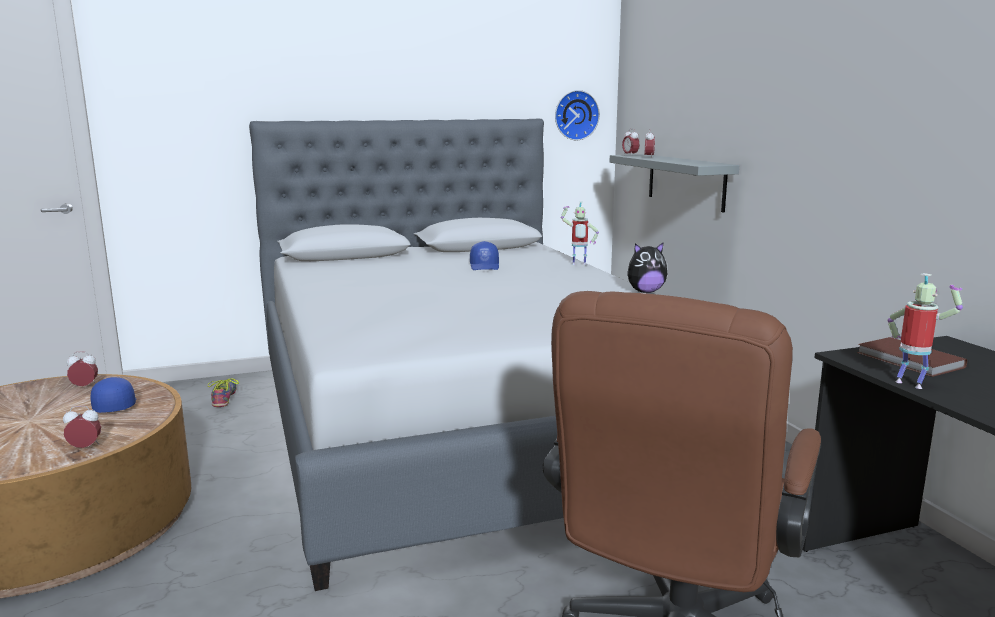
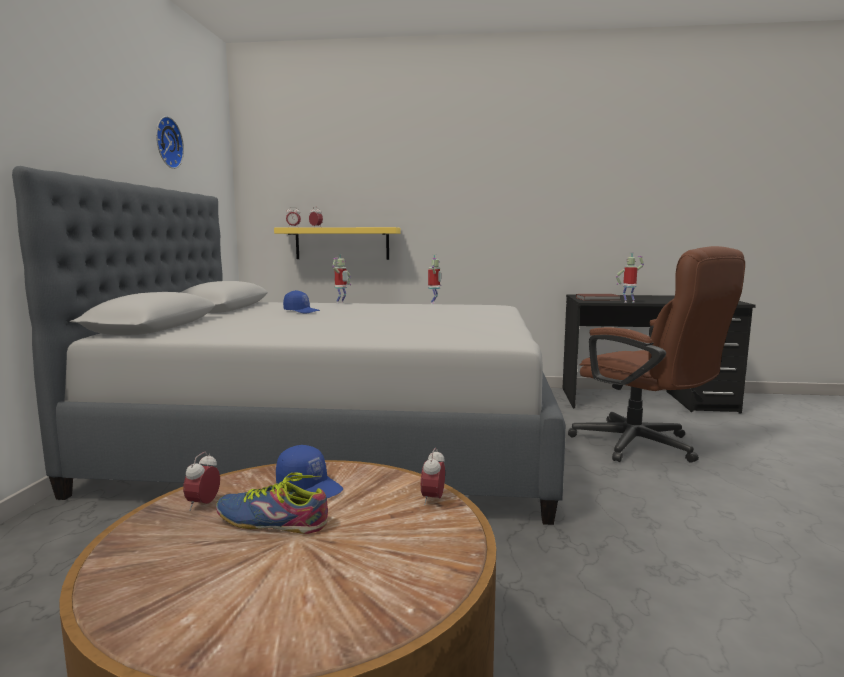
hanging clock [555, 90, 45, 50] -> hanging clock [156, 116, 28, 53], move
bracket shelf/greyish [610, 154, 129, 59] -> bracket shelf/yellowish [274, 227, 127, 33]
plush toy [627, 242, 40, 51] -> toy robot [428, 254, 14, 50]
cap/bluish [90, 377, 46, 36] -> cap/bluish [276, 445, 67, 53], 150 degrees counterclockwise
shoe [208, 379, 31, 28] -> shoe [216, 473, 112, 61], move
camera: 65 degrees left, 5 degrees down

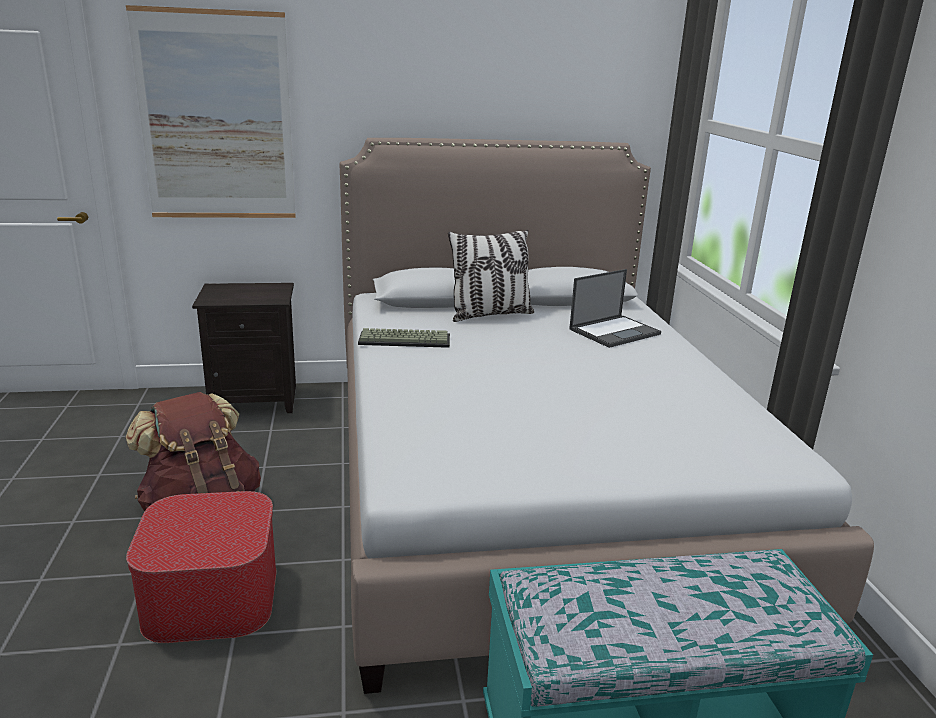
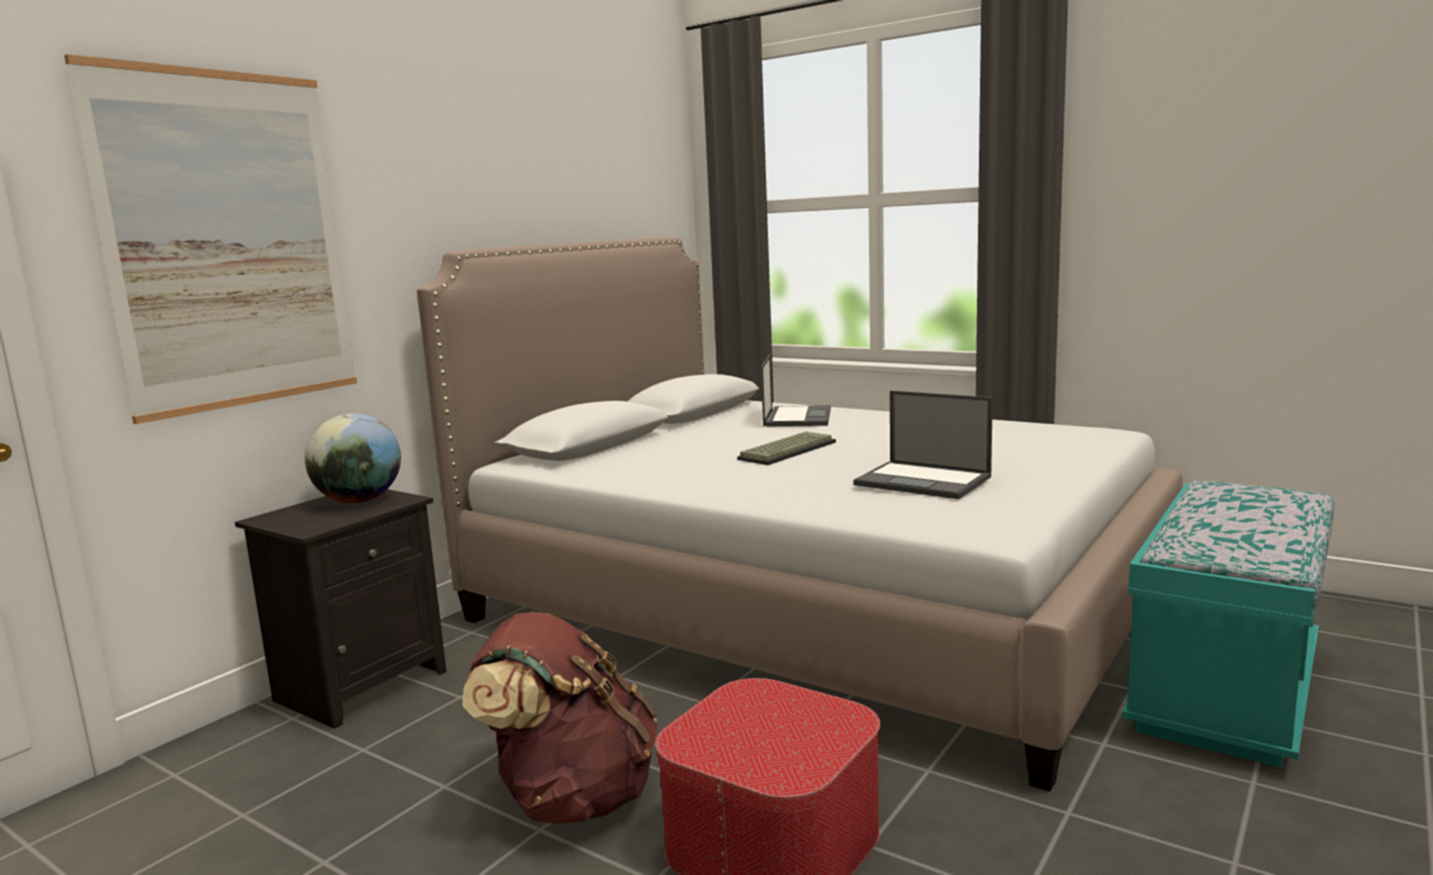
throw pillow [448, 229, 86, 93] -> none
computer keyboard [358, 328, 92, 20] -> computer keyboard [737, 432, 99, 33], move
none -> portable computer [853, 390, 140, 109]
none -> desk globe [305, 413, 96, 90]
camera: 45 degrees left, 10 degrees down

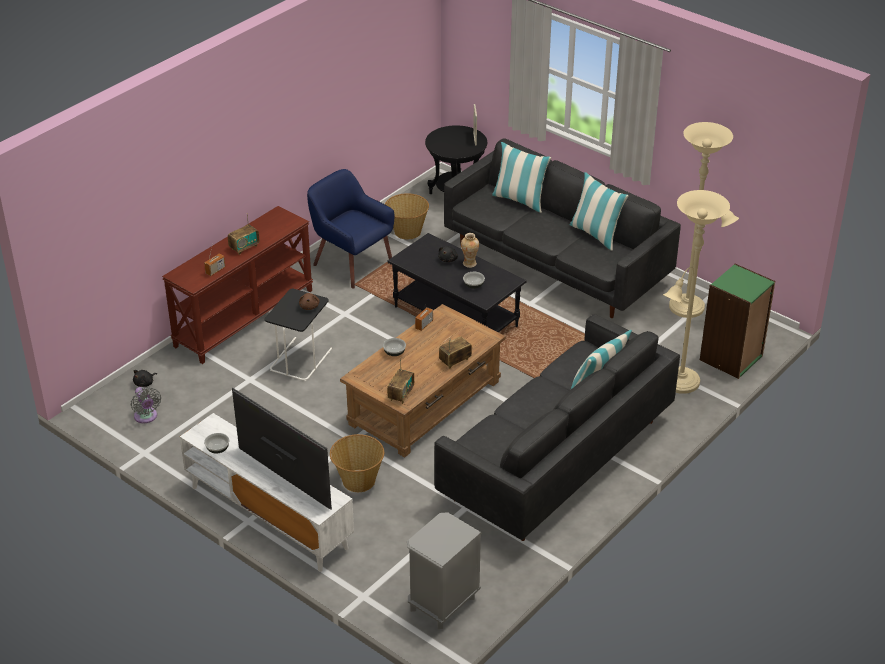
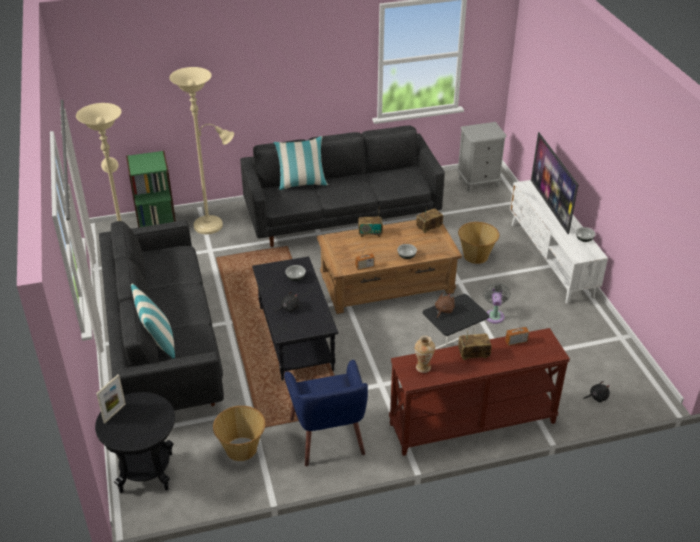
throw pillow [570, 172, 58, 79] -> none
decorative vase [461, 233, 18, 35] -> decorative vase [415, 336, 20, 37], move
electric fan/greyish [131, 387, 30, 36] -> electric fan/greyish [483, 283, 27, 41], move
camera: 145 degrees left, 0 degrees up

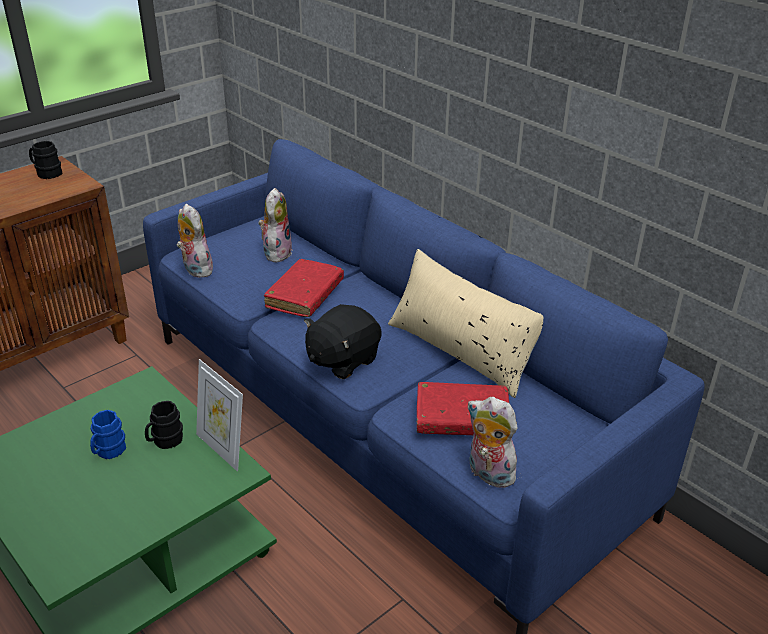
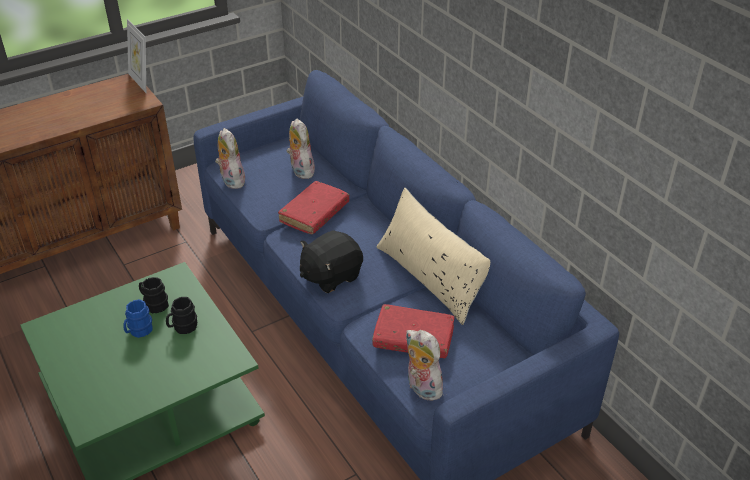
coffee mug/black-coloured [29, 141, 33, 38] -> coffee mug/black-coloured [139, 277, 30, 36], move
plush toy [259, 188, 34, 74] -> plush toy [286, 118, 29, 61], 45 degrees counterclockwise
picture frame [196, 359, 47, 112] -> picture frame [127, 19, 19, 74], move
camera: 10 degrees right, 5 degrees up

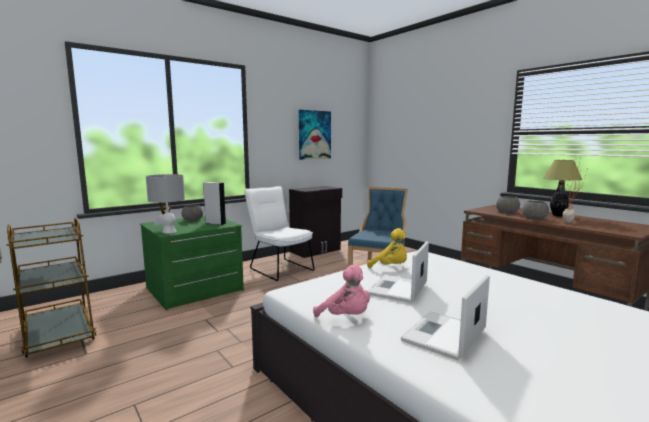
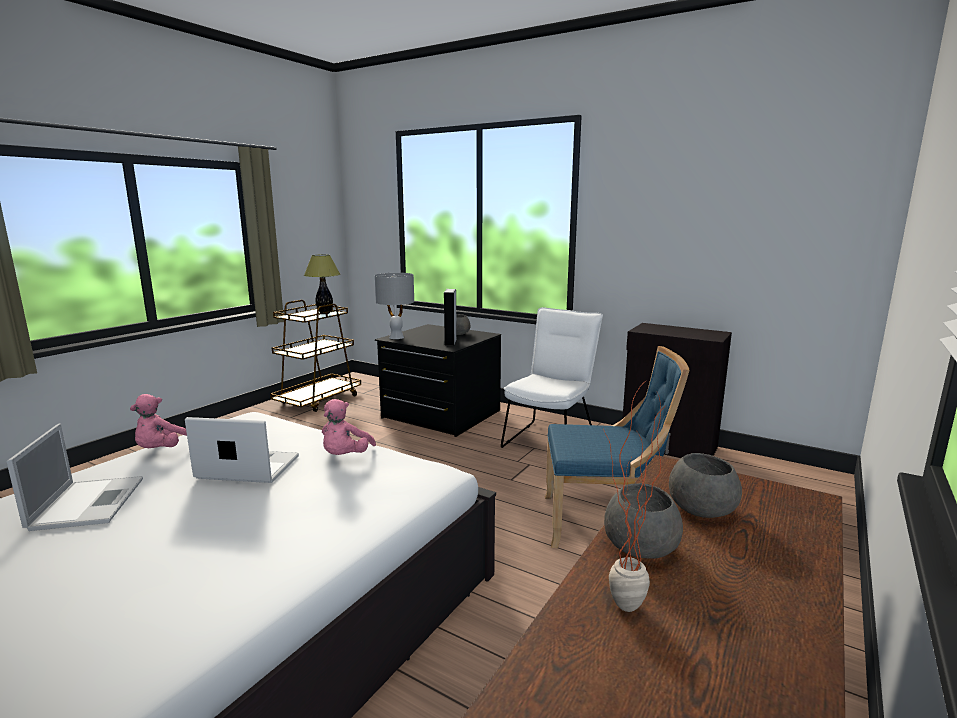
wall art [299, 110, 32, 50] -> none
table lamp [543, 160, 39, 56] -> table lamp [304, 254, 36, 60], move
chest of drawers/green-coloured [140, 216, 104, 94] -> chest of drawers/black-coloured [375, 324, 126, 113]
plush toy/yellowish [367, 228, 40, 40] -> plush toy/pinkish [322, 399, 54, 56]
portable computer [401, 275, 89, 85] -> portable computer [6, 423, 137, 108], 60 degrees clockwise
camera: 70 degrees right, 5 degrees up

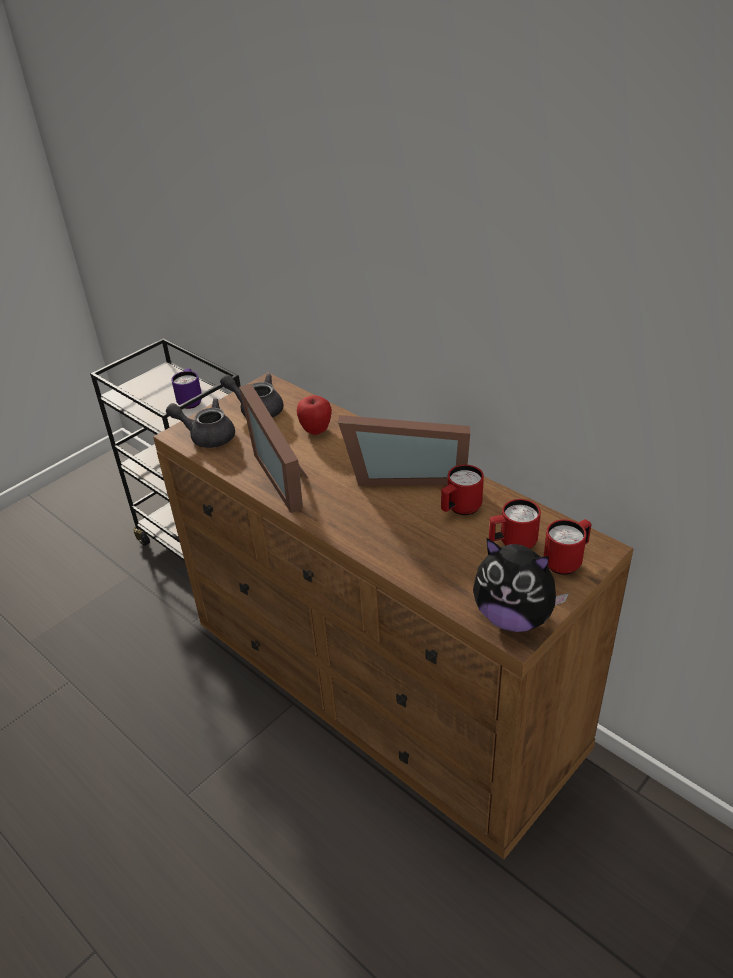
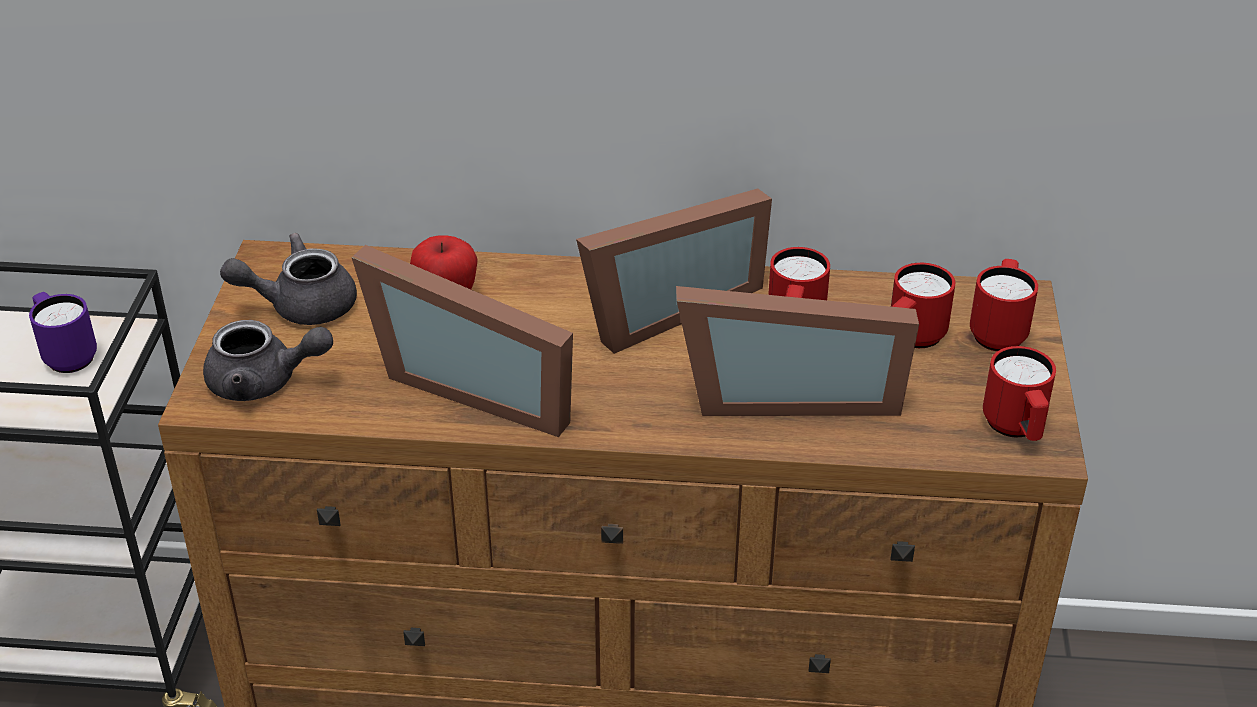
teapot/greyish [166, 398, 69, 50] -> teapot/greyish [203, 320, 130, 81], 150 degrees counterclockwise
plush toy [473, 538, 96, 94] -> coffee mug/red [983, 346, 73, 95]
none -> picture frame [676, 286, 243, 130]
camera: 40 degrees left, 0 degrees up

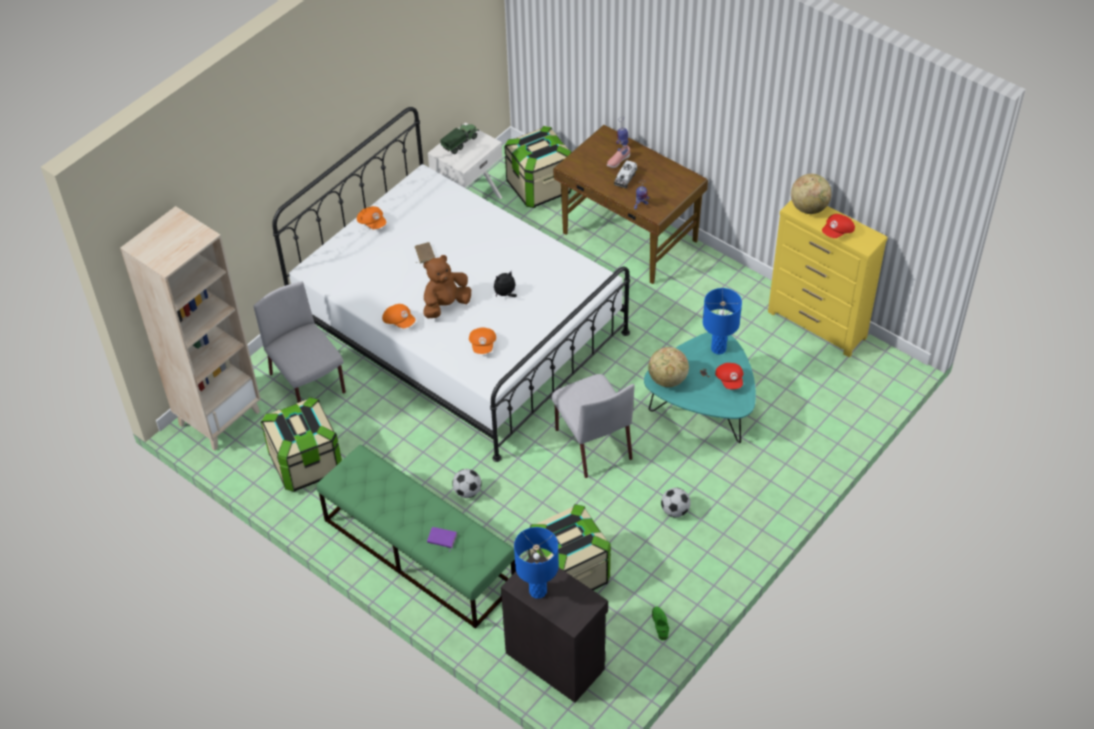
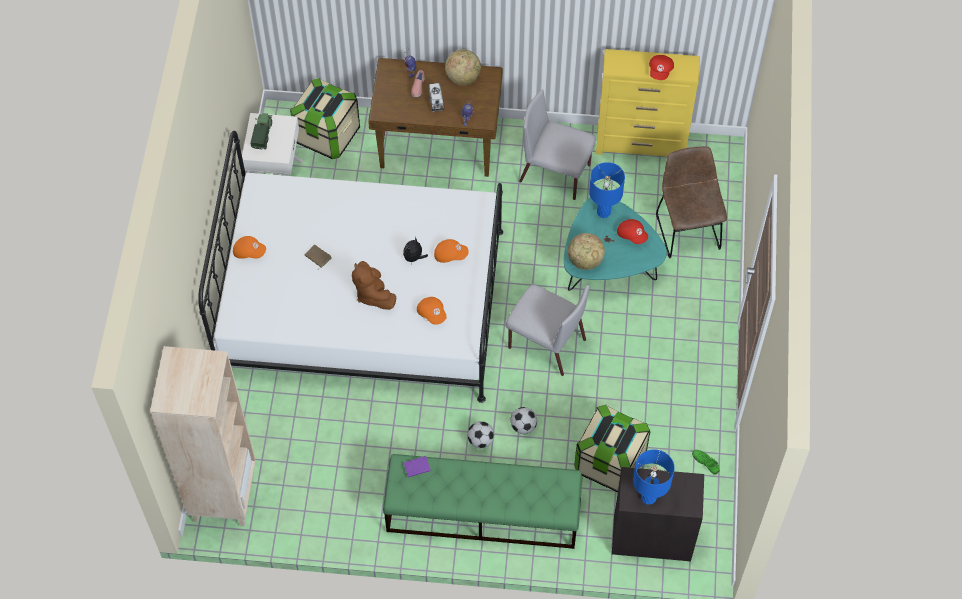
desk globe [791, 174, 40, 40] -> desk globe [445, 49, 36, 37], move
plush toy/brownish [423, 255, 48, 63] -> plush toy/brownish [352, 261, 44, 49], 45 degrees counterclockwise
chair/greyish [253, 281, 93, 122] -> chair/greyish [519, 89, 77, 111], move
cap/orange [382, 304, 34, 24] -> cap/orange [434, 239, 35, 24], move
storage box [261, 397, 81, 95] -> none
ball for football [661, 488, 30, 29] -> ball for football [510, 407, 27, 27], move
bound book/purplish [427, 527, 30, 25] -> bound book/purplish [404, 456, 28, 21], move
none -> chair/brownish [656, 146, 71, 112]
camera: 35 degrees left, 10 degrees up

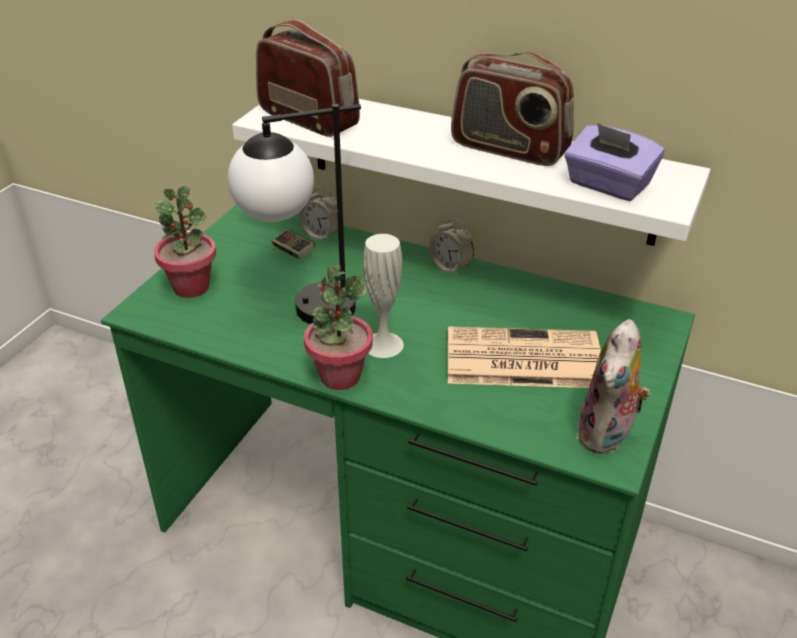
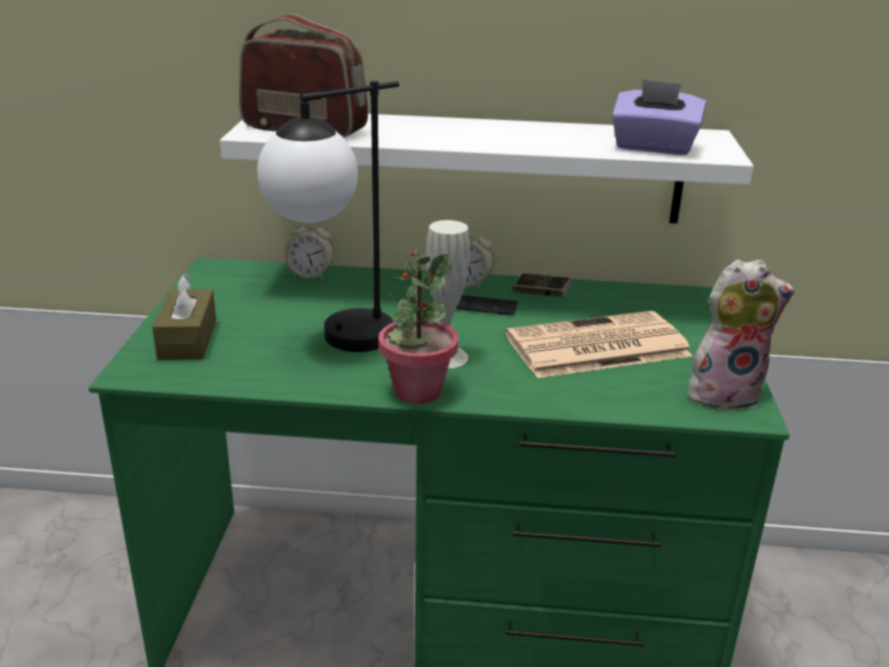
radio set [451, 52, 123, 114] -> none
plant in a pot [154, 186, 62, 112] -> tissue box/brownish [152, 274, 64, 86]
gamepad [272, 230, 43, 29] -> gamepad [512, 273, 60, 24], move
plush toy [576, 319, 74, 135] -> plush toy [688, 259, 107, 152], 105 degrees counterclockwise
none -> handset [456, 295, 62, 20]
camera: 20 degrees left, 10 degrees down

